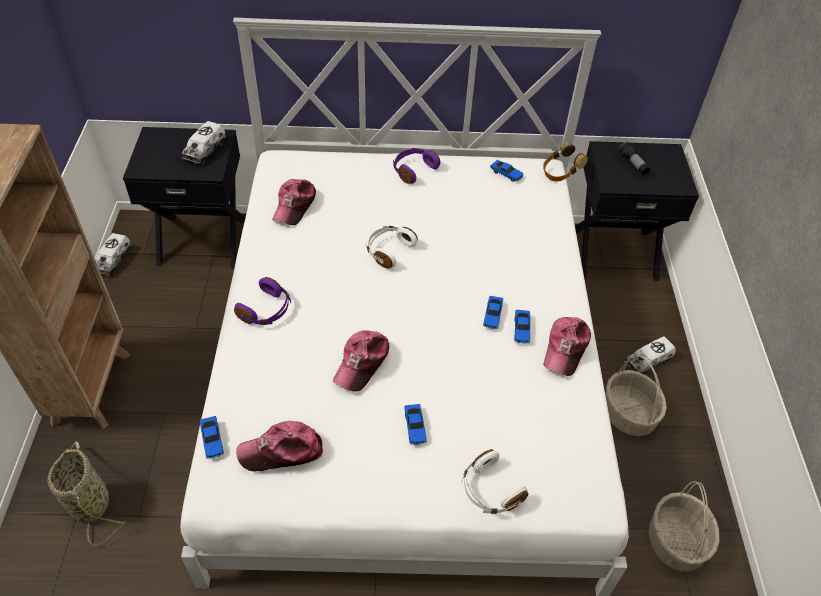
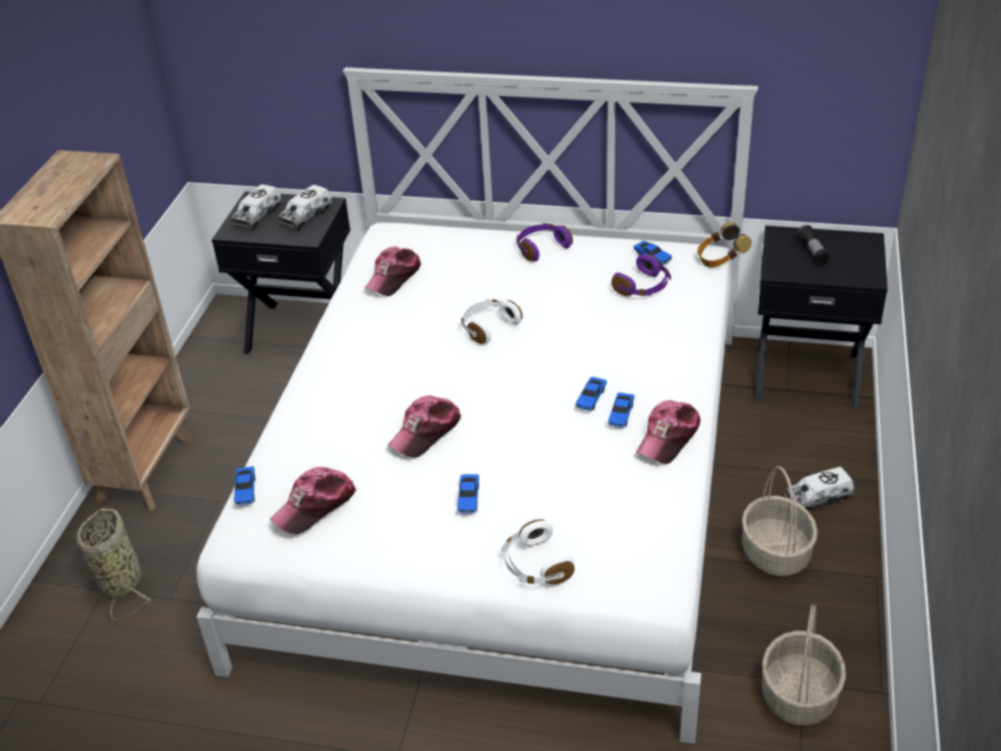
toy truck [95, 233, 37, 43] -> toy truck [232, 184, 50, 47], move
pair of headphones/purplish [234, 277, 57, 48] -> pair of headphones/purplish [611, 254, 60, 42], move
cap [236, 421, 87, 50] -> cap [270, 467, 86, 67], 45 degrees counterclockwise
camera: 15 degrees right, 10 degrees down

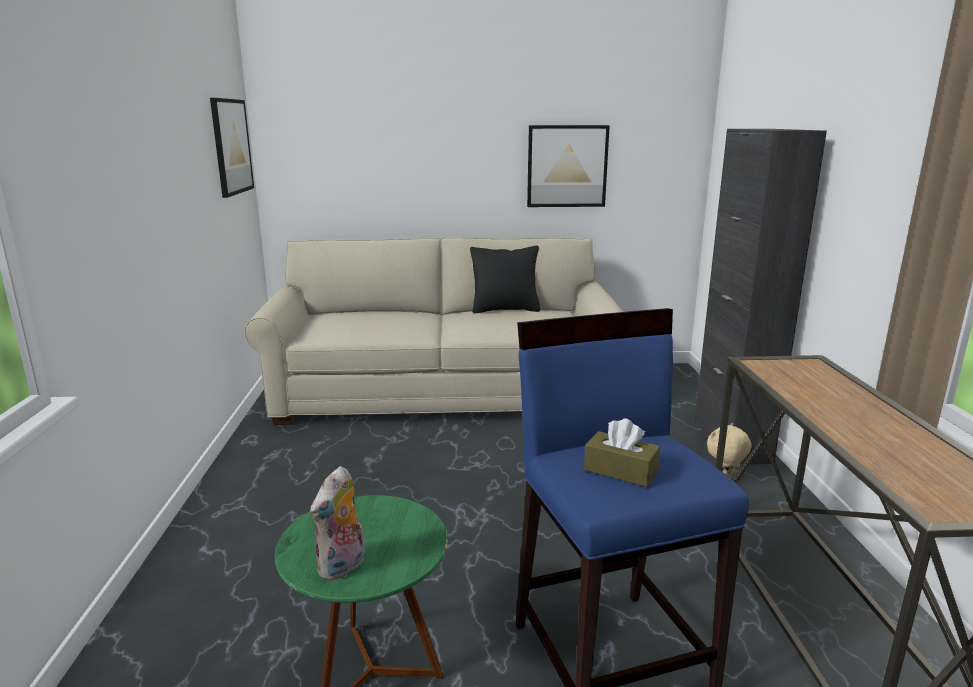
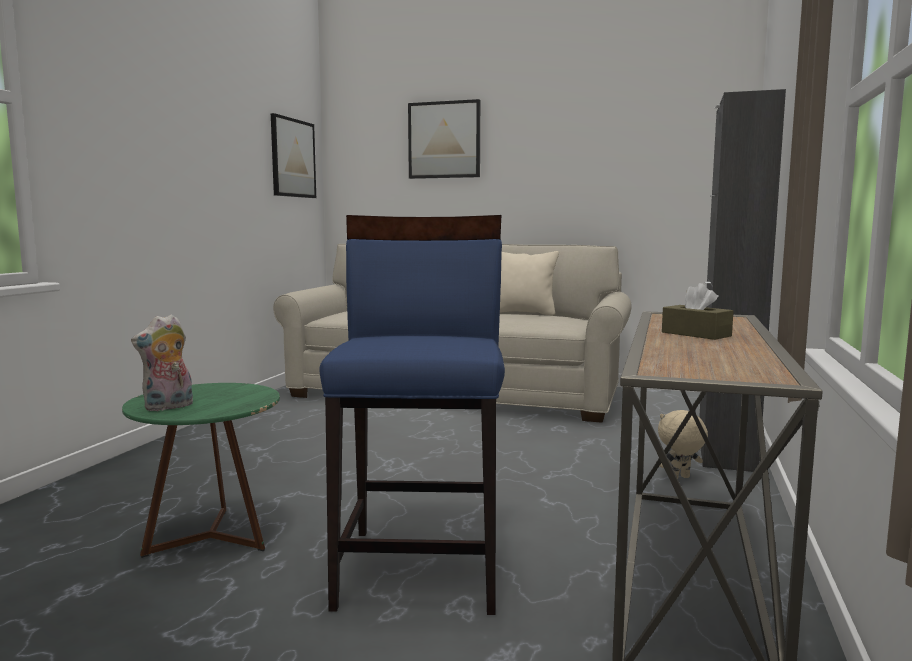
wall art [527, 125, 83, 82] -> wall art [408, 99, 72, 80], move
throw pillow/black-coloured [470, 245, 70, 68] -> throw pillow/beige-coloured [500, 251, 59, 65]
tissue box/brownish [584, 418, 76, 69] -> tissue box/brownish [662, 283, 71, 57], move
camera: 20 degrees right, 10 degrees down

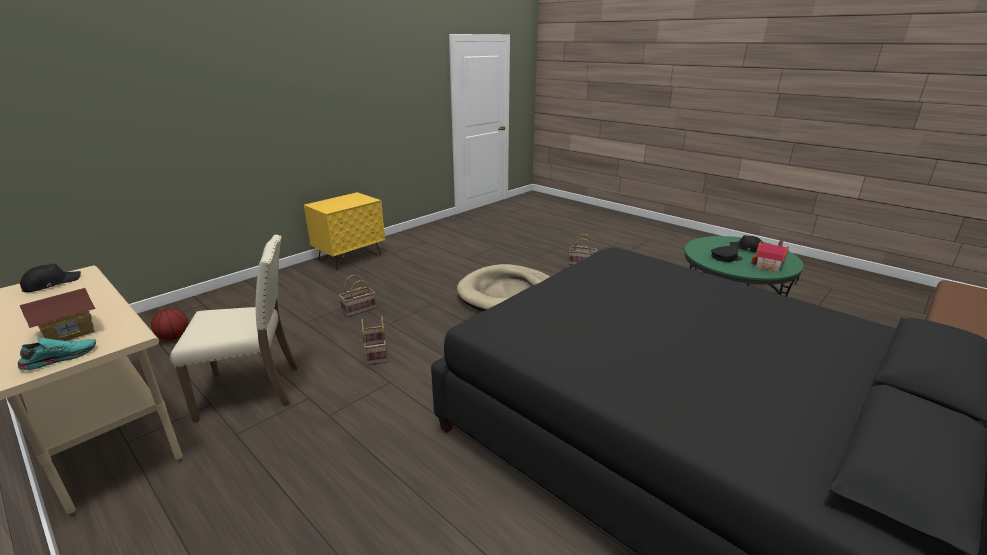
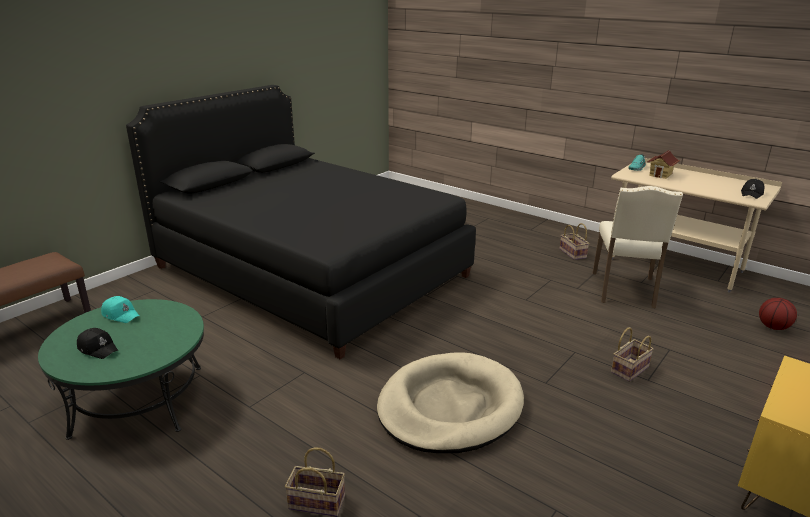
chair/beige-coloured [170, 235, 128, 188] -> chair/beige-coloured [593, 186, 90, 122], 60 degrees counterclockwise
model house [751, 241, 38, 33] -> cap/turquoise-coloured [101, 296, 38, 27]
cap/black-coloured [711, 245, 32, 17] -> none
basket [361, 317, 26, 48] -> basket [559, 223, 30, 37], move
camera: 175 degrees right, 0 degrees up

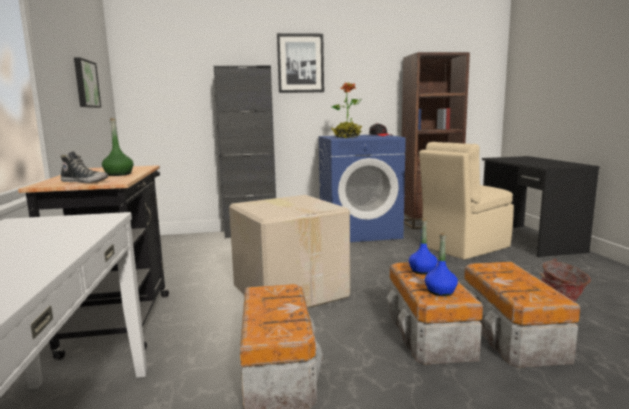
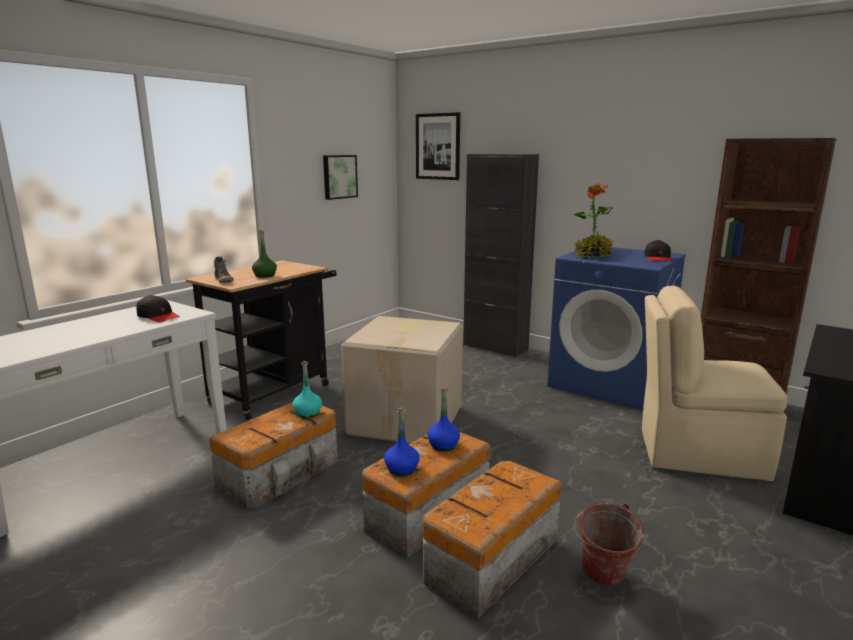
wall art [277, 33, 47, 60] -> wall art [416, 112, 44, 68], move
none -> cap/black-coloured [136, 295, 44, 27]
none -> beverage bottle/turquoise-coloured [292, 361, 30, 57]
camera: 45 degrees right, 5 degrees up

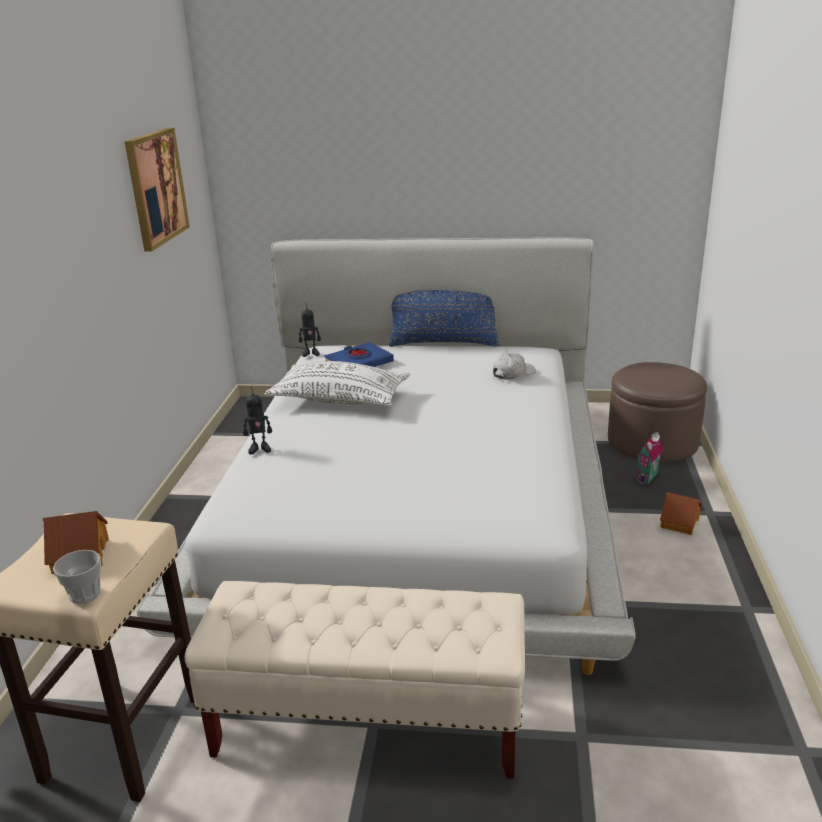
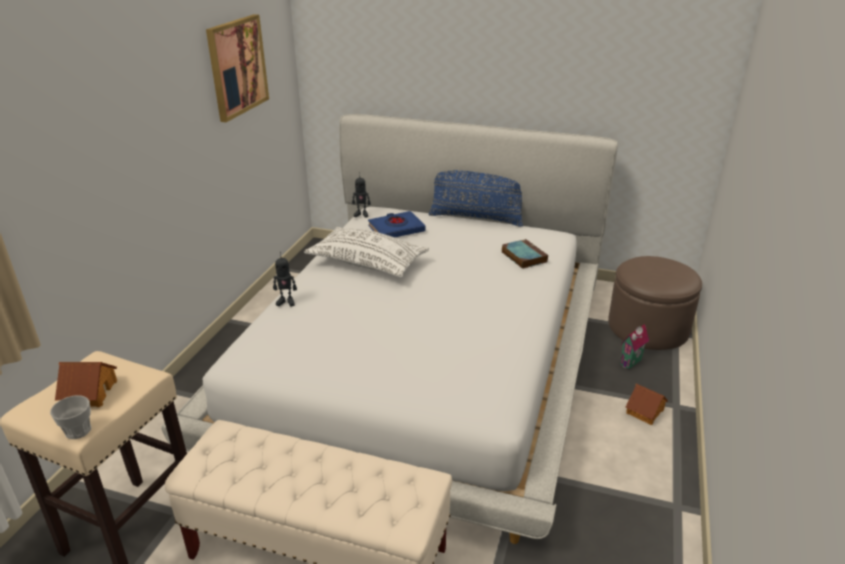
cap/whitish [493, 353, 43, 27] -> bound book [502, 239, 46, 30]
camera: 10 degrees right, 5 degrees up

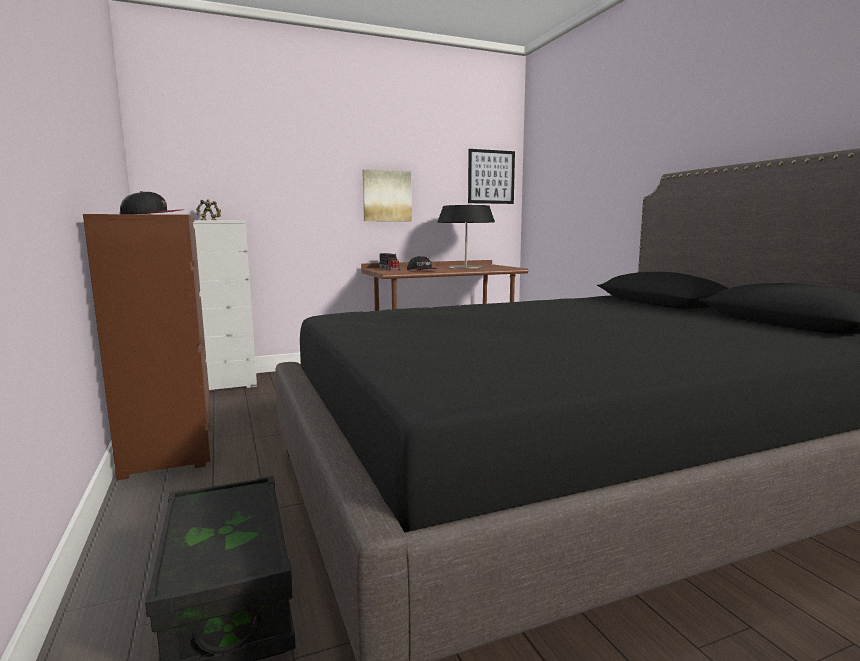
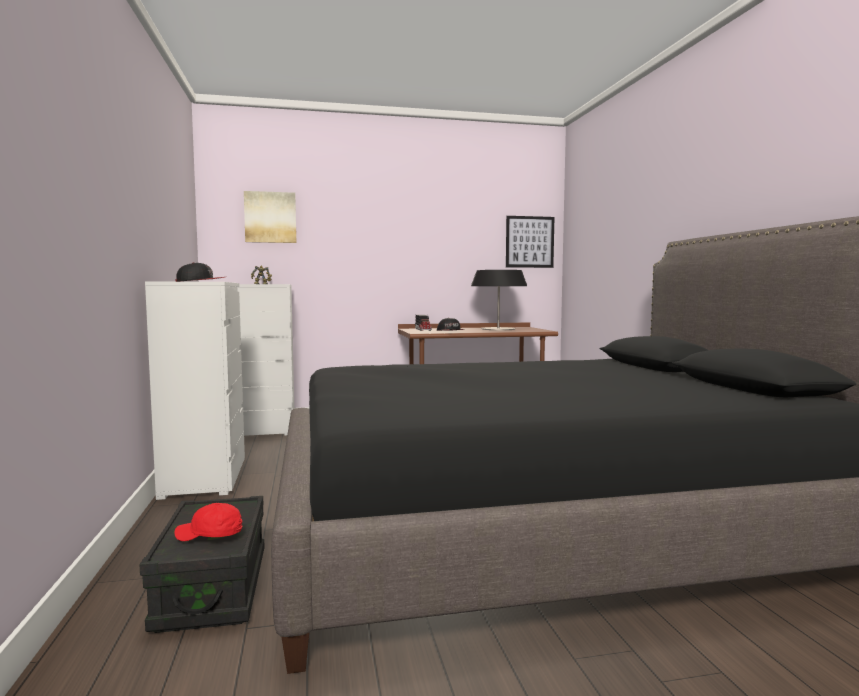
wall art [362, 169, 50, 52] -> wall art [244, 191, 52, 52], move
chest of drawers/brownish [83, 214, 129, 266] -> chest of drawers/whitish [145, 282, 100, 218]
none -> cap/red [174, 503, 68, 38]
camera: 10 degrees right, 5 degrees down

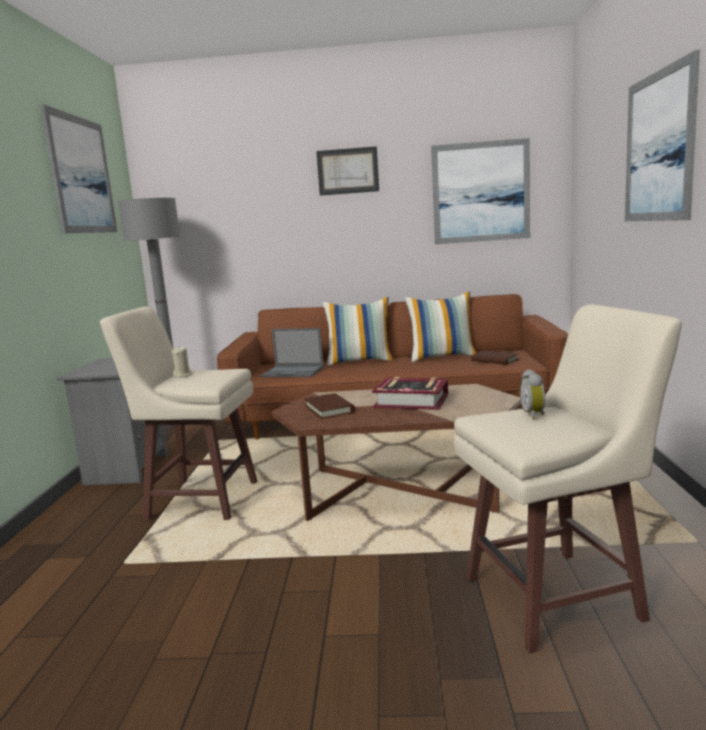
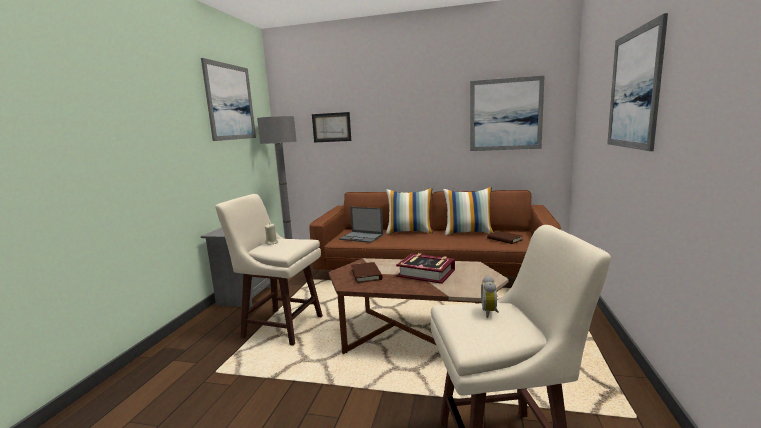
wall art [316, 146, 63, 50] -> wall art [312, 112, 39, 31], move
camera: 10 degrees right, 0 degrees up

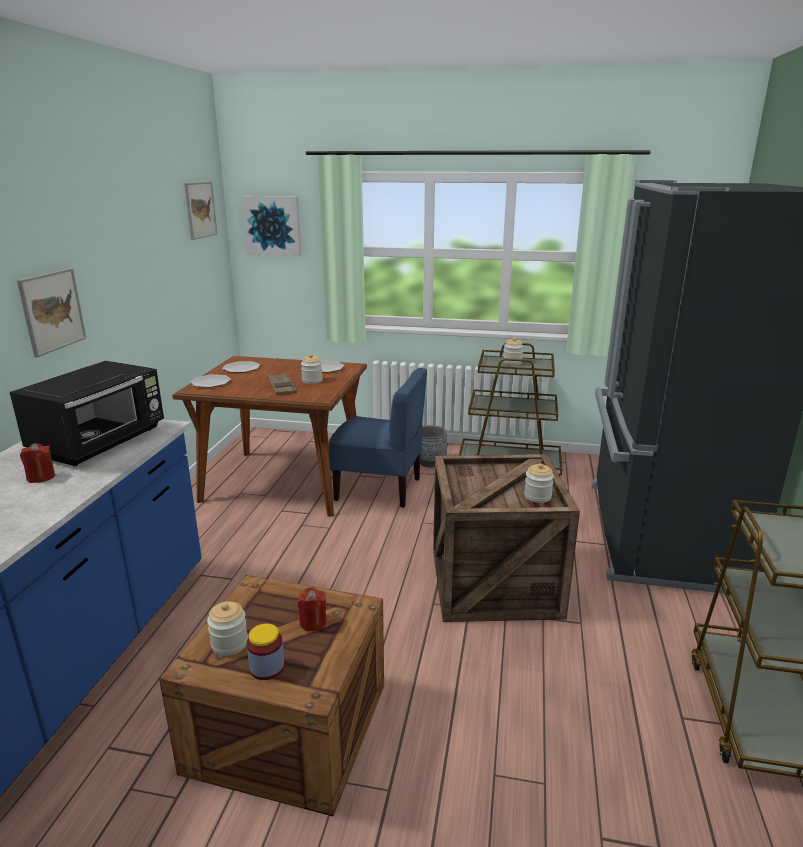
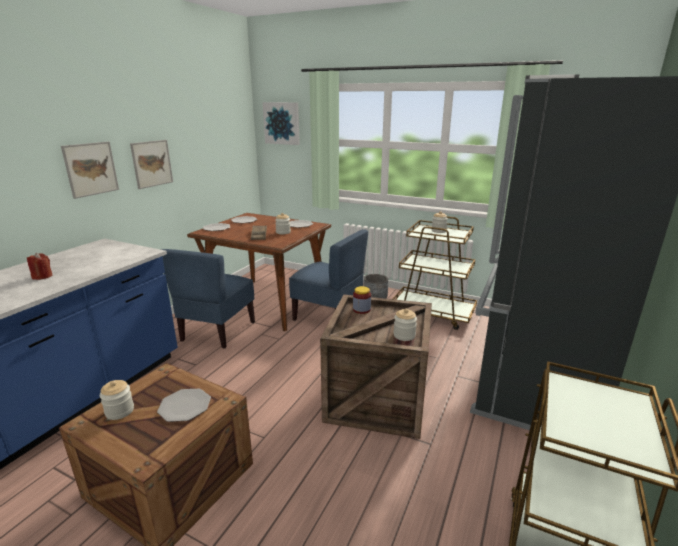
wall art [184, 182, 34, 58] -> wall art [130, 140, 43, 49], move
microwave oven/black-coloured [10, 361, 154, 105] -> none
wax light/red [298, 587, 29, 44] -> plate [157, 389, 54, 33]
storage jar [247, 624, 38, 56] -> storage jar [353, 286, 18, 28], move
none -> chair/bluish [161, 249, 94, 100]
camera: 15 degrees right, 0 degrees up

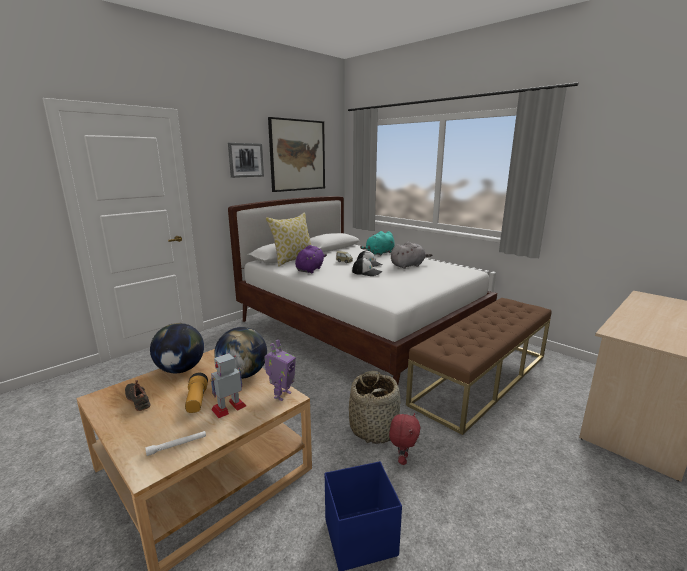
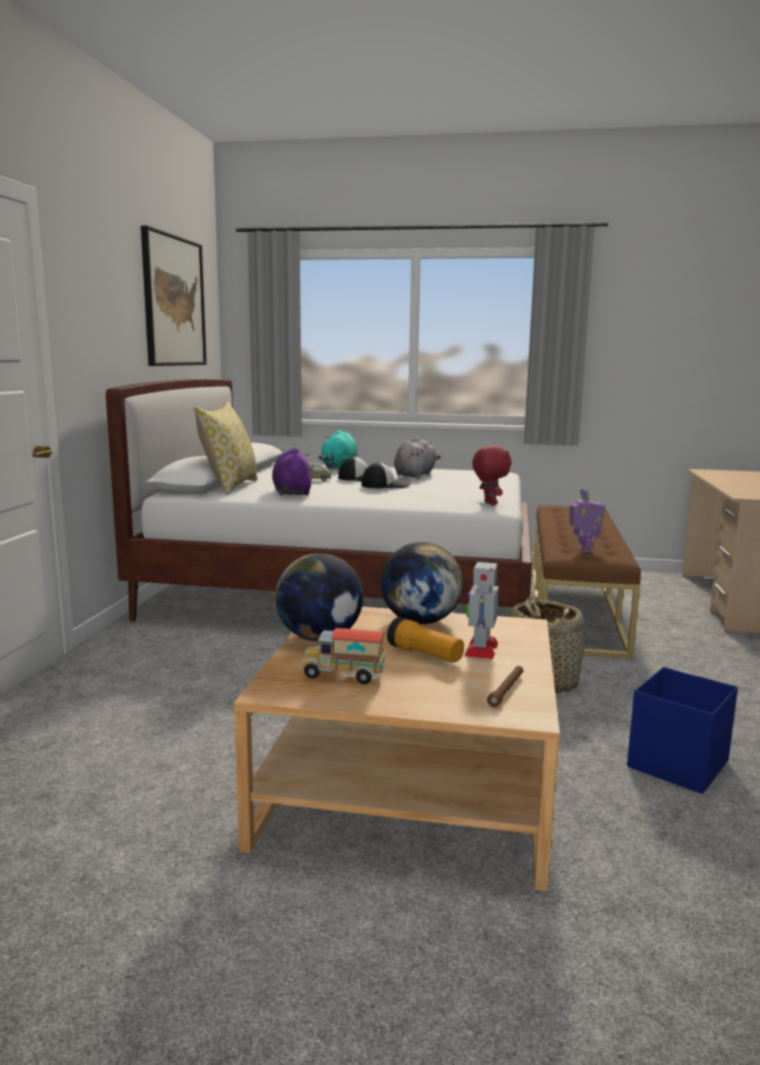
wall art [228, 143, 36, 35] -> none
toy robot [264, 340, 32, 61] -> toy robot [569, 488, 36, 65], move
shoe/black-coloured [125, 380, 26, 31] -> toy truck [301, 628, 84, 56]
plush toy/red [389, 413, 31, 52] -> plush toy/red [472, 446, 39, 60], move
flashlight/whitish [145, 431, 61, 25] -> flashlight/brownish [487, 666, 36, 41]
camera: 35 degrees left, 5 degrees down

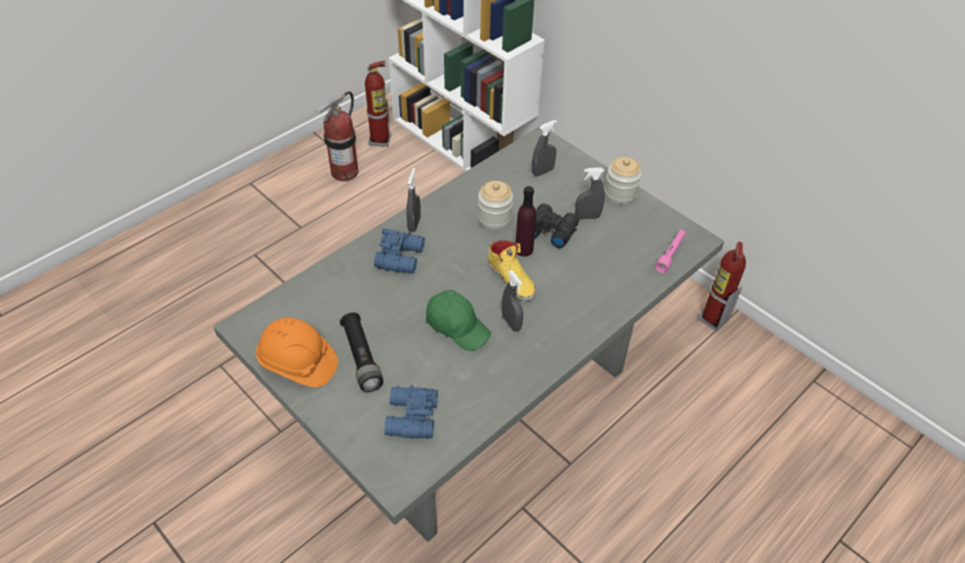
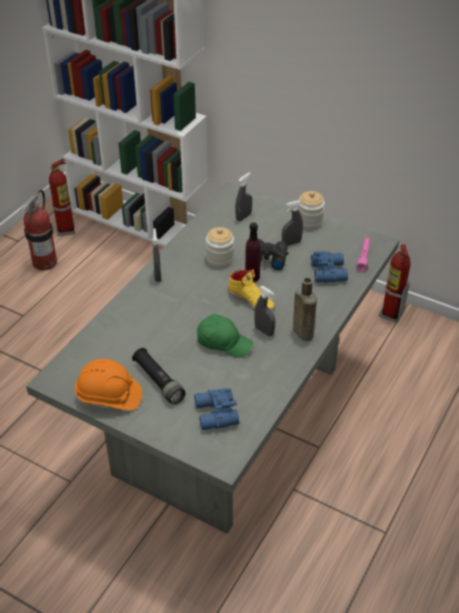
field glasses/bluish [374, 229, 51, 45] -> field glasses/bluish [311, 251, 37, 32], move
none -> beverage bottle/brownish [293, 277, 24, 64]
camera: 15 degrees left, 5 degrees down

